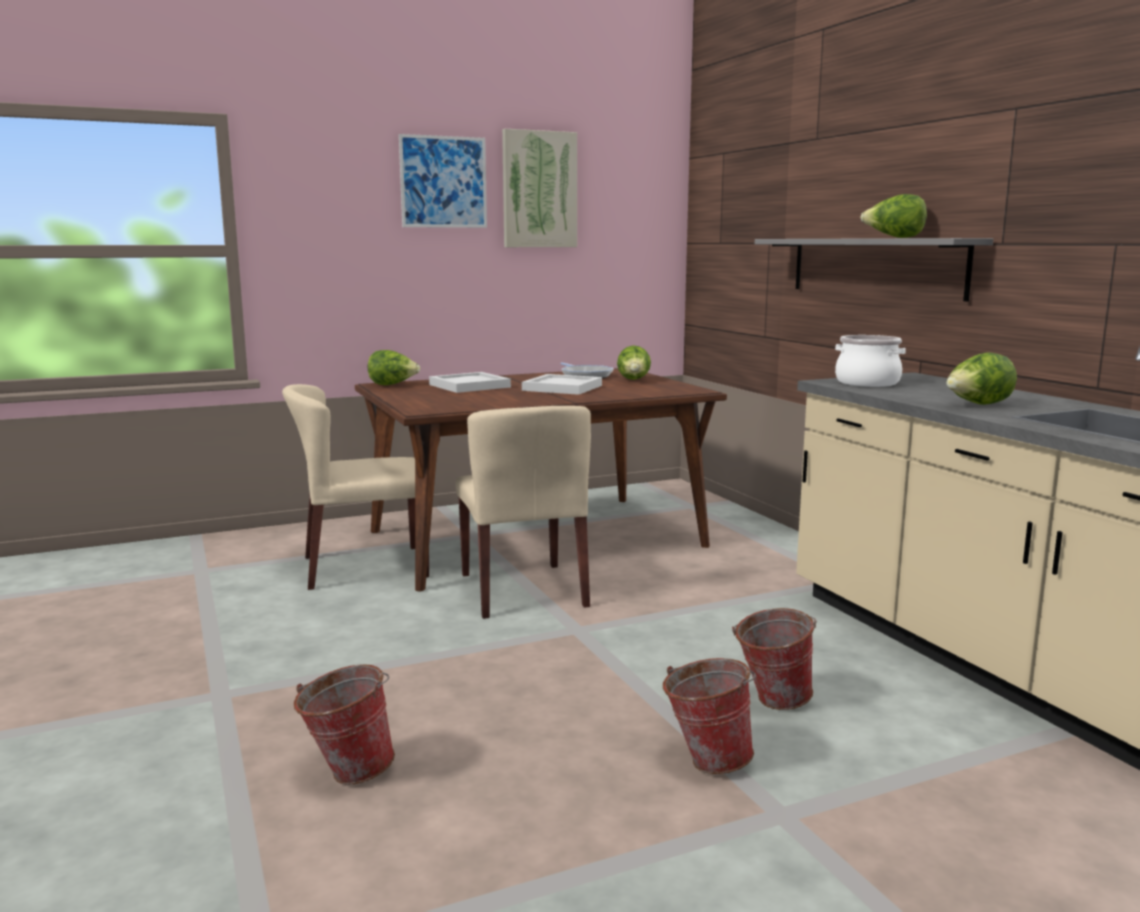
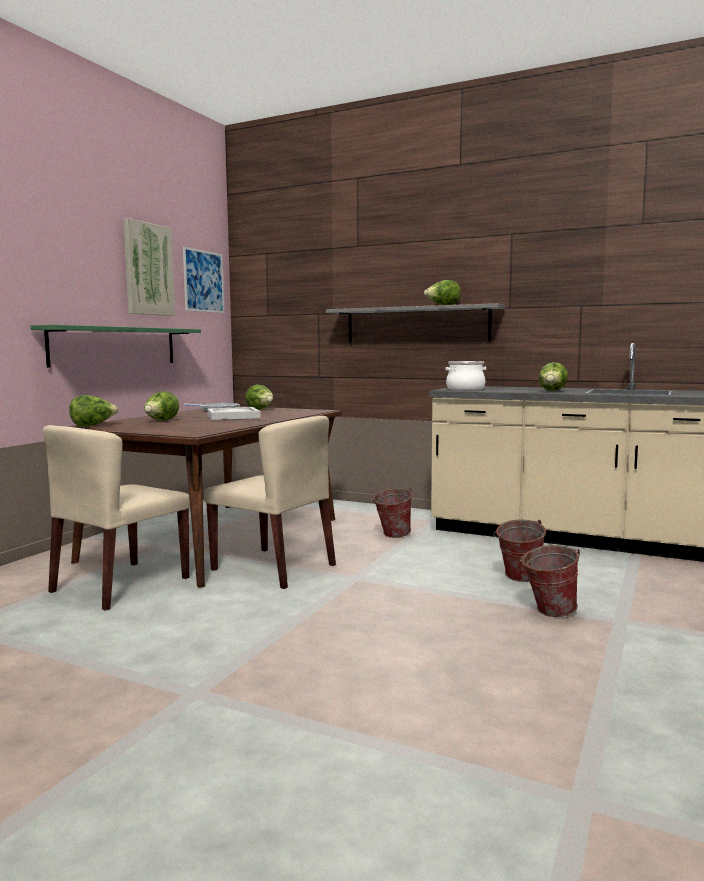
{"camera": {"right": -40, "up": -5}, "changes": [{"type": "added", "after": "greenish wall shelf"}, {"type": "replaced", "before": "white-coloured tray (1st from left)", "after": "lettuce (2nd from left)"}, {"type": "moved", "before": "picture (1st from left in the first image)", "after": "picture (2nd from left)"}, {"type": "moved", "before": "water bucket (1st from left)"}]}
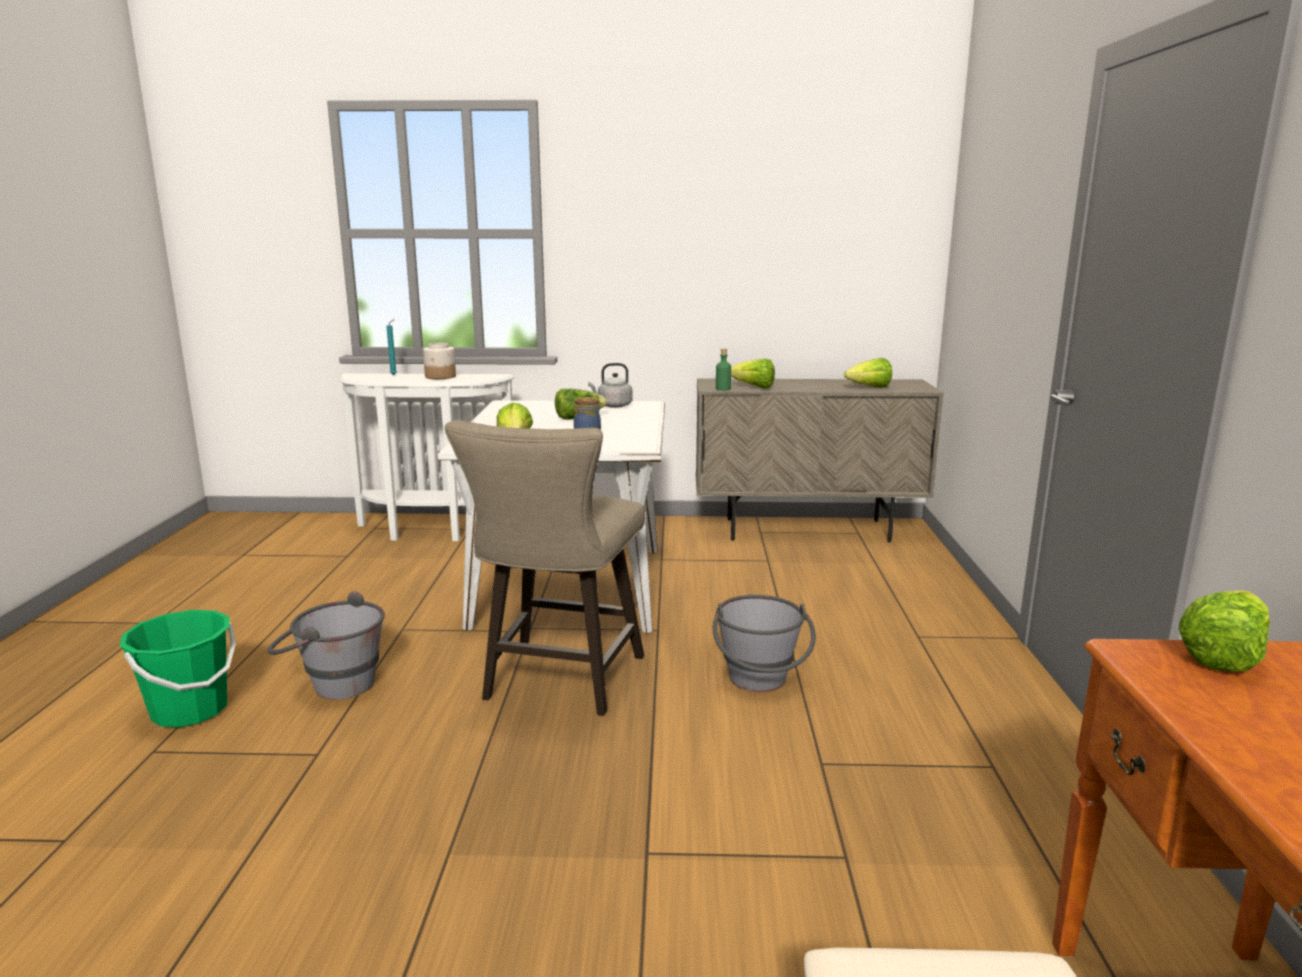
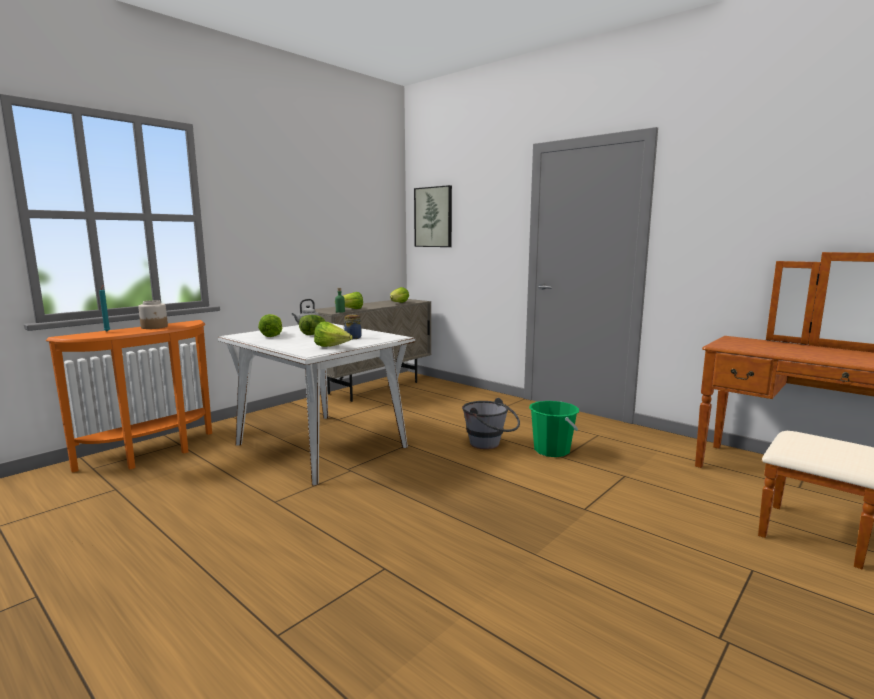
{"camera": {"right": -50, "up": -5}, "changes": [{"type": "recoloured", "before": "white-coloured narrow table", "after": "orange-coloured narrow table"}, {"type": "moved", "before": "lettuce (5th from left in the first image)", "after": "lettuce (1st from left)"}, {"type": "added", "after": "picture"}, {"type": "moved", "before": "greenish water bucket"}, {"type": "removed", "before": "gray water bucket (1st from left)"}, {"type": "removed", "before": "sand-coloured sitting stool"}]}
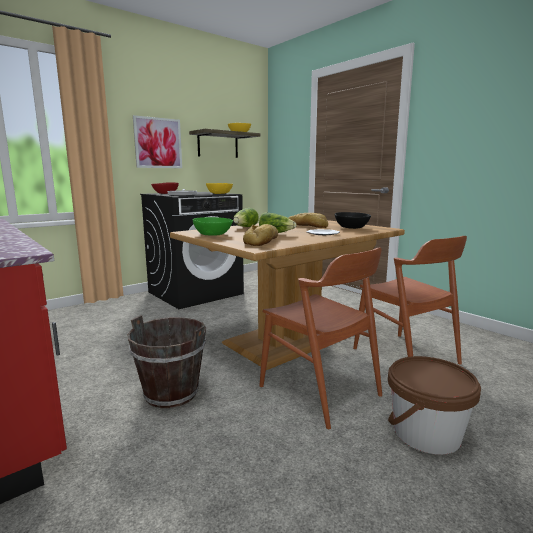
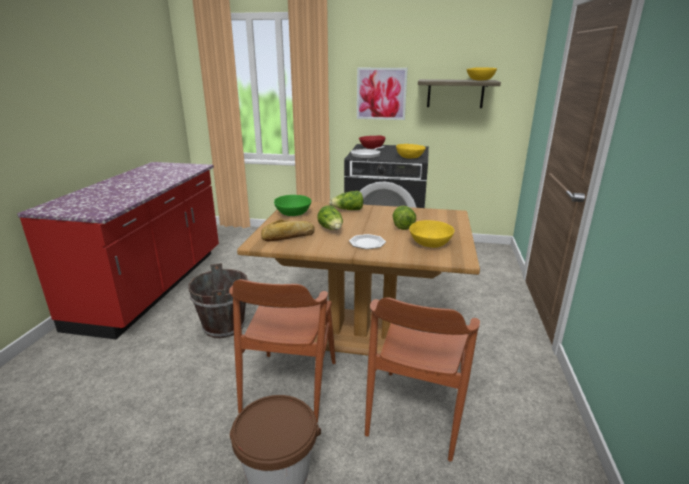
{"camera": {"right": 50, "up": 10}, "changes": [{"type": "replaced", "before": "baked bread (2nd from left)", "after": "lettuce (3rd from left)"}, {"type": "recoloured", "before": "black serving bowl", "after": "yellow serving bowl (2nd from left)"}]}
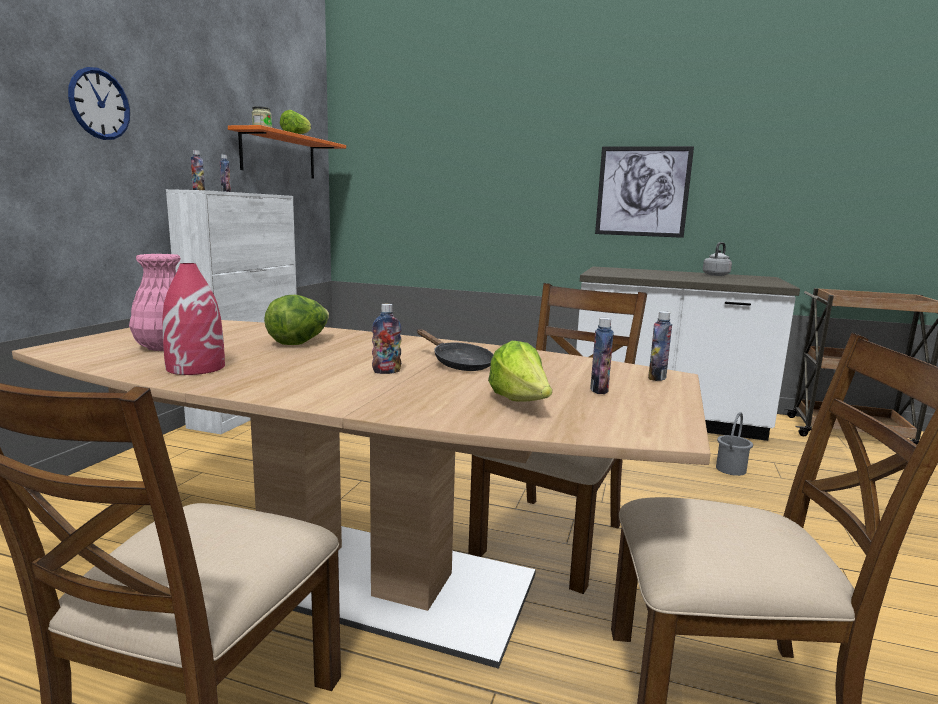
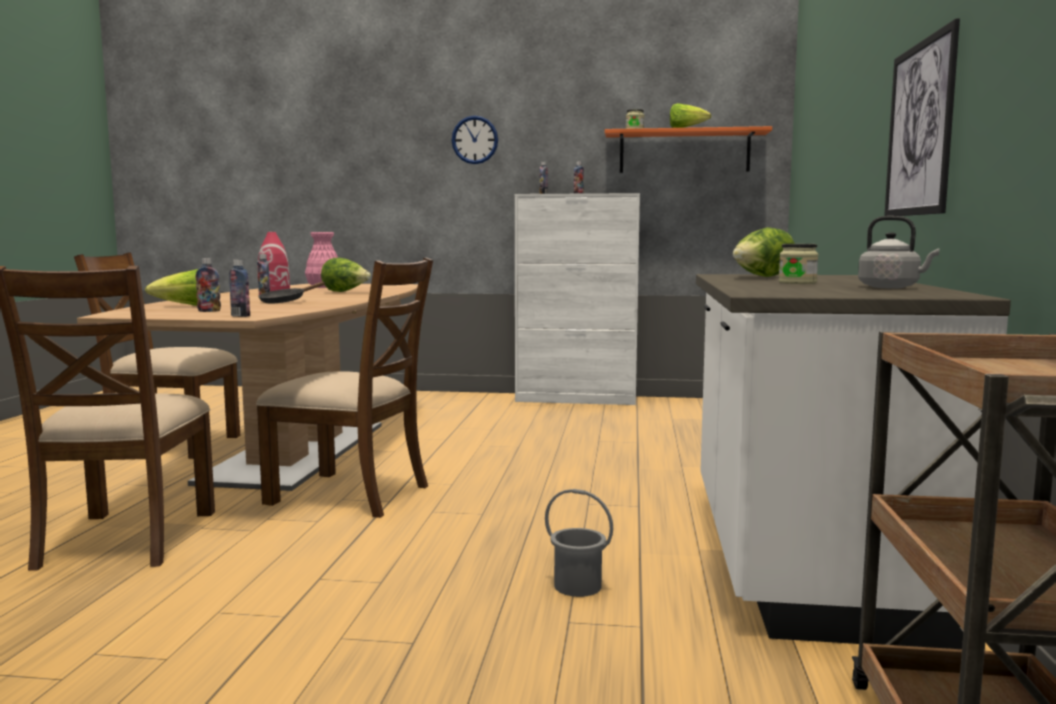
{"camera": {"right": 80, "up": -5}, "changes": [{"type": "added", "after": "lettuce (4th from left)"}, {"type": "added", "after": "jar (2nd from left)"}]}
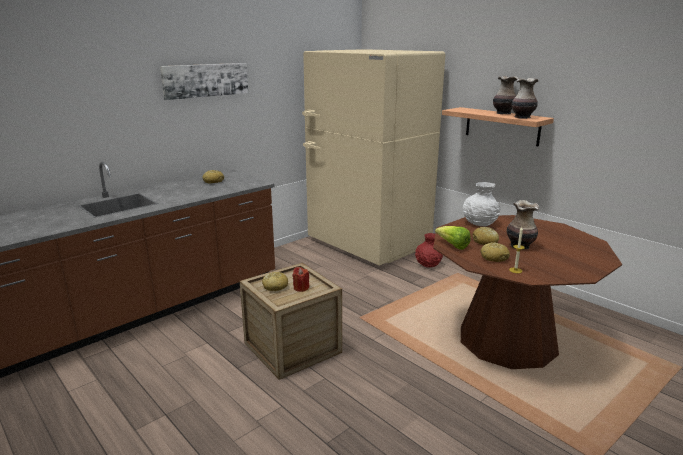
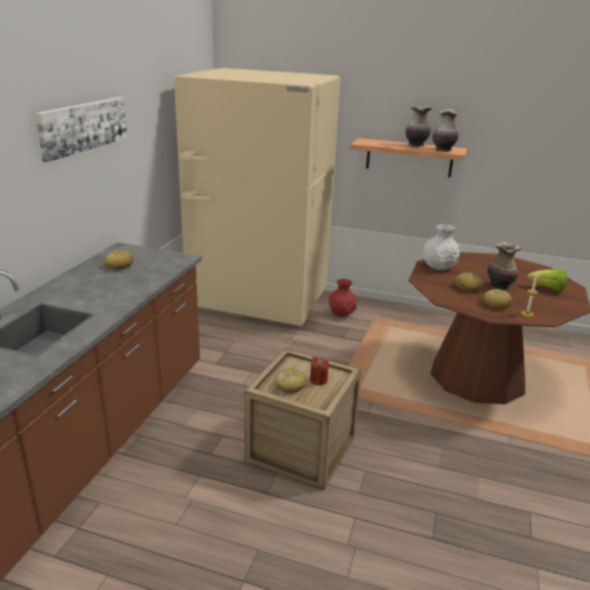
{"camera": {"right": -30, "up": 5}, "changes": [{"type": "moved", "before": "lettuce"}]}
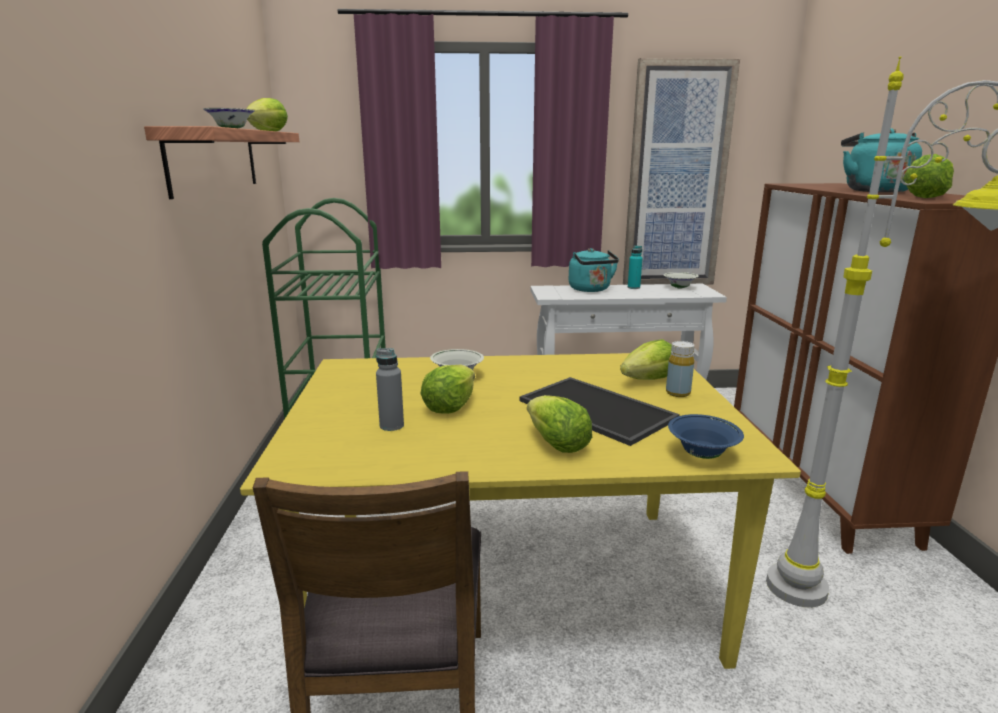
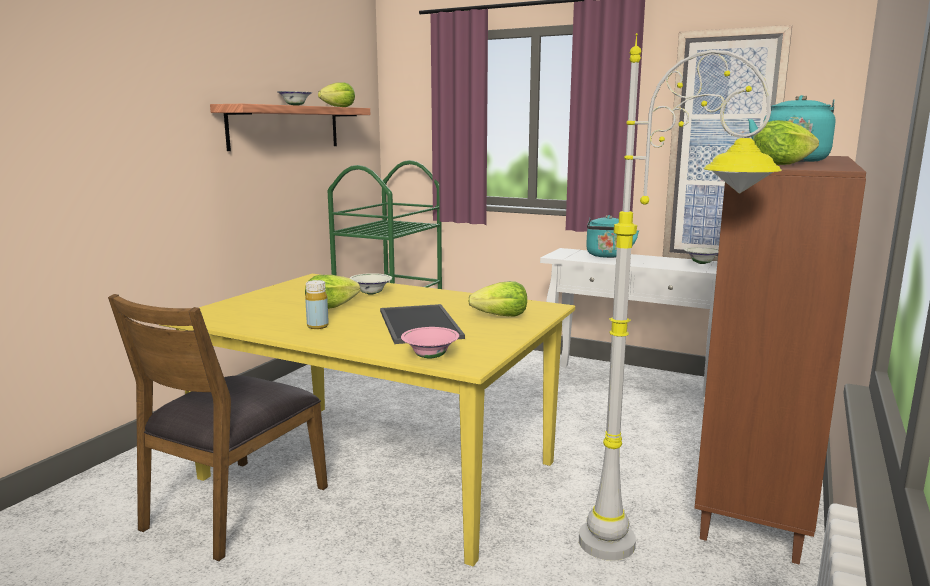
{"camera": {"right": 30, "up": -5}, "changes": [{"type": "moved", "before": "yellow beverage bottle"}, {"type": "recoloured", "before": "blue serving bowl", "after": "pinkish serving bowl"}, {"type": "removed", "before": "gray beverage bottle"}, {"type": "removed", "before": "lettuce (3rd from left)"}, {"type": "removed", "before": "turquoise beverage bottle"}]}
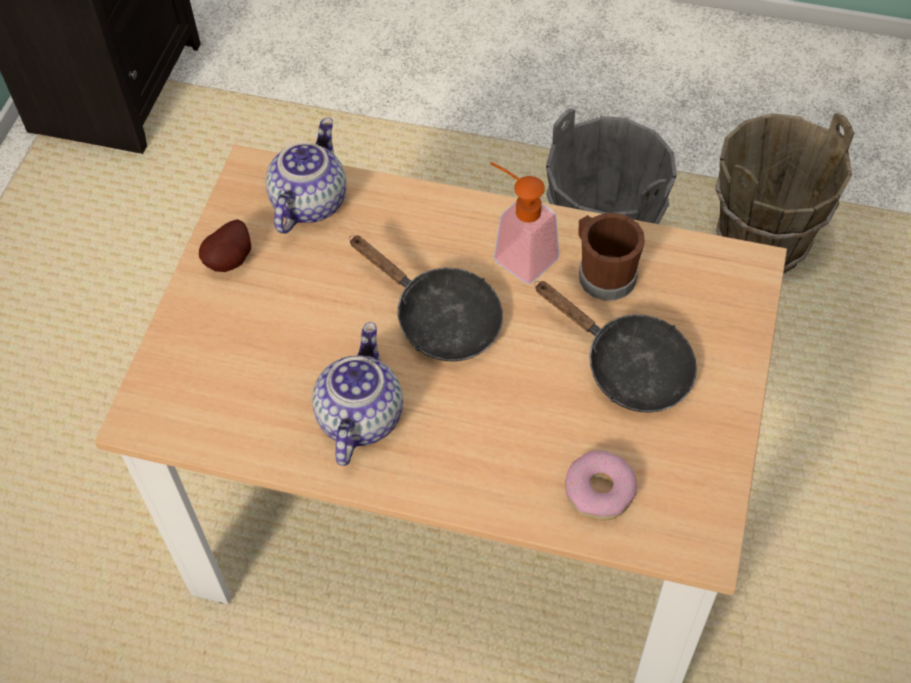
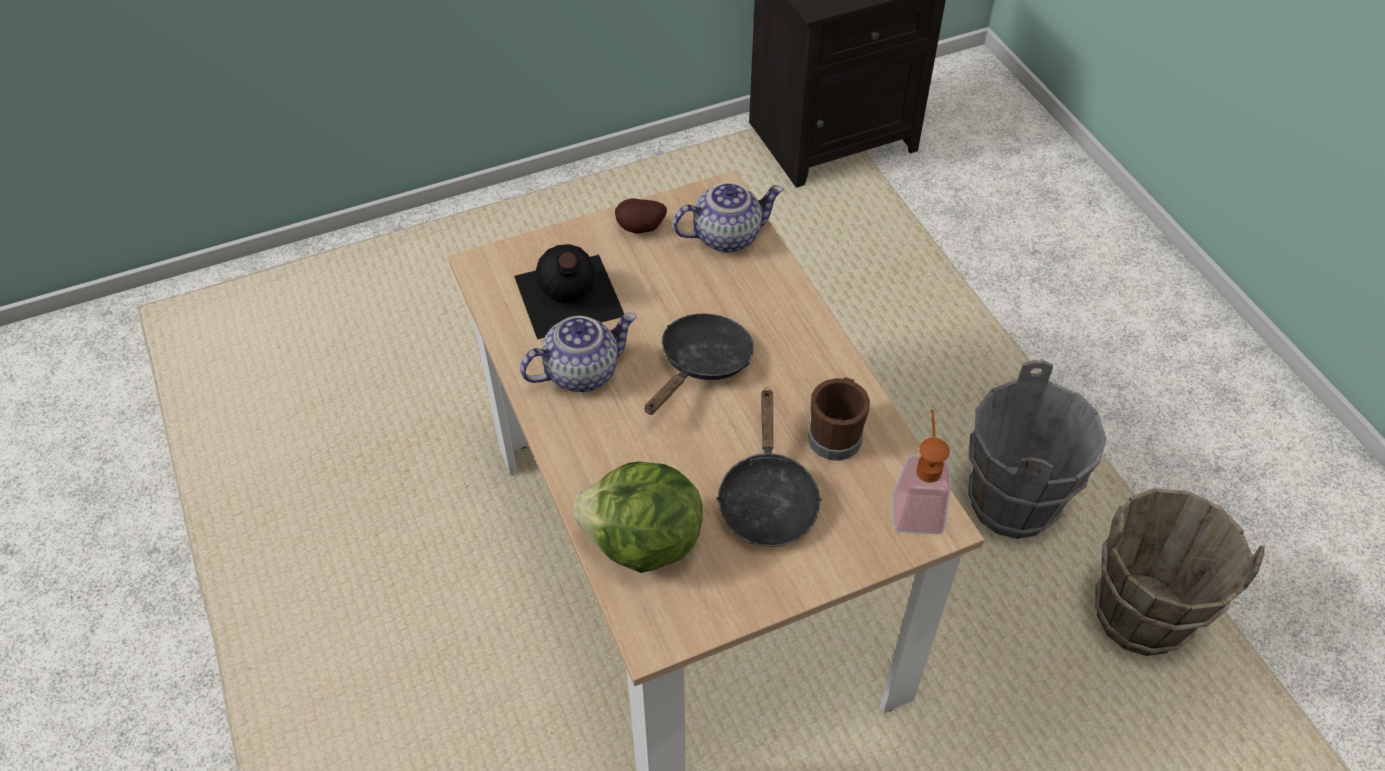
{"camera": {"right": 50, "up": -5}, "changes": [{"type": "added", "after": "black beverage bottle"}, {"type": "replaced", "before": "donut", "after": "lettuce"}, {"type": "turned", "before": "black frying pan (1st from left)", "turn": -150}, {"type": "moved", "before": "soap bottle"}]}
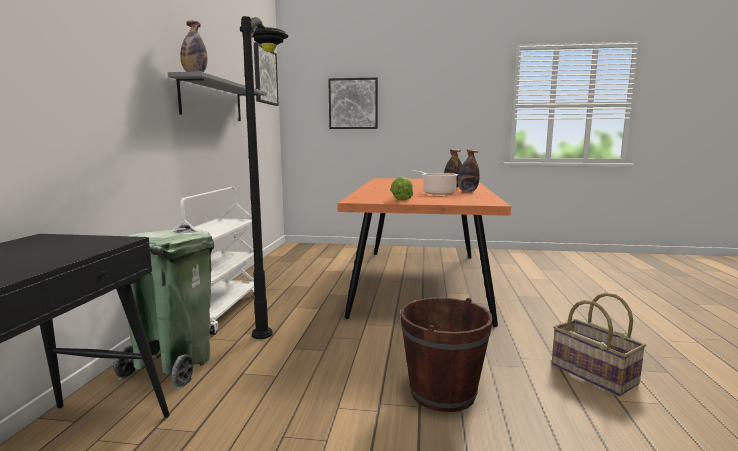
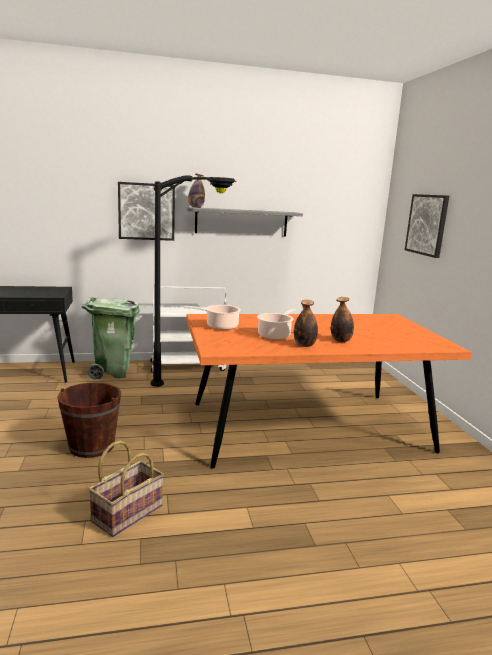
{"camera": {"right": 70, "up": 5}, "changes": [{"type": "moved", "before": "picture (1st from left)"}, {"type": "replaced", "before": "lettuce", "after": "stockpot (1st from left)"}]}
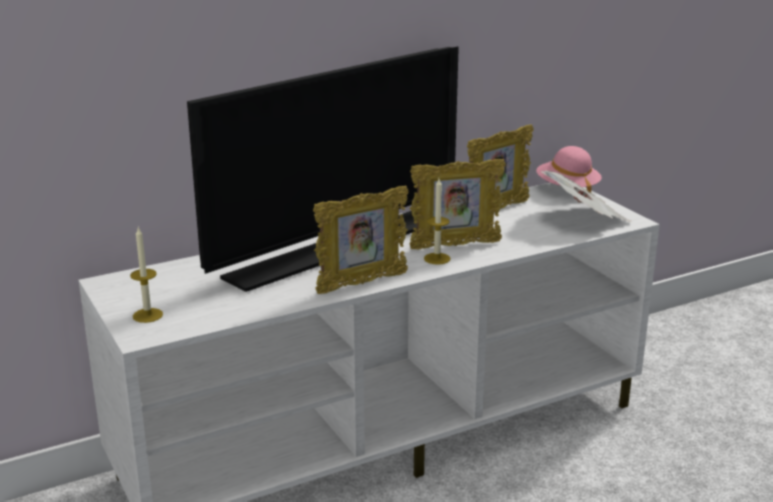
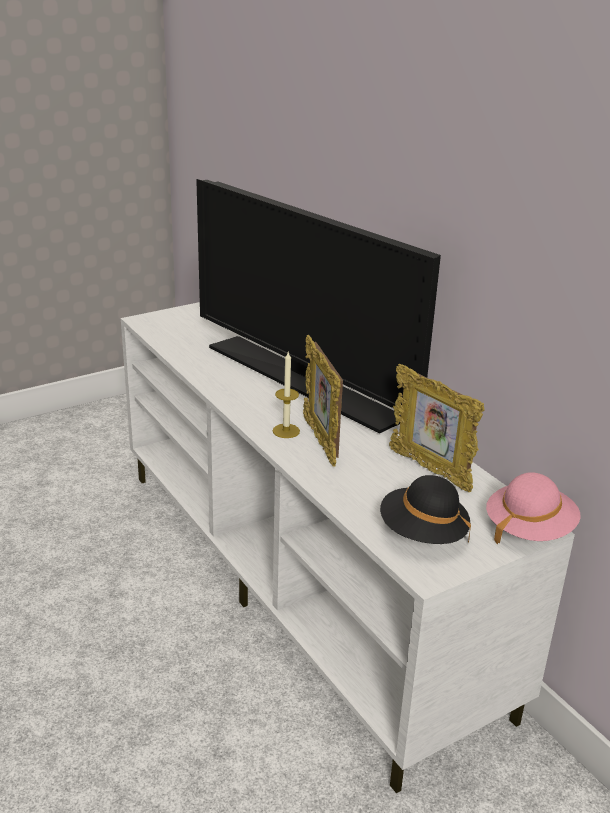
{"camera": {"right": 85, "up": 5}, "changes": [{"type": "replaced", "before": "newspaper", "after": "black hat"}, {"type": "removed", "before": "candle (1st from left)"}, {"type": "removed", "before": "photo frame (1st from left)"}]}
